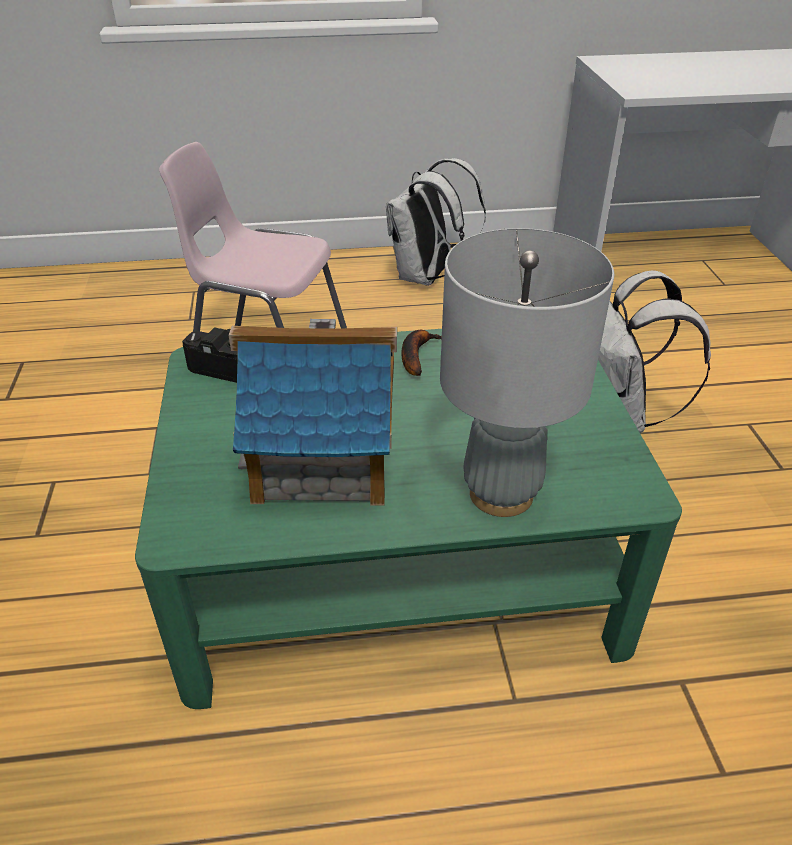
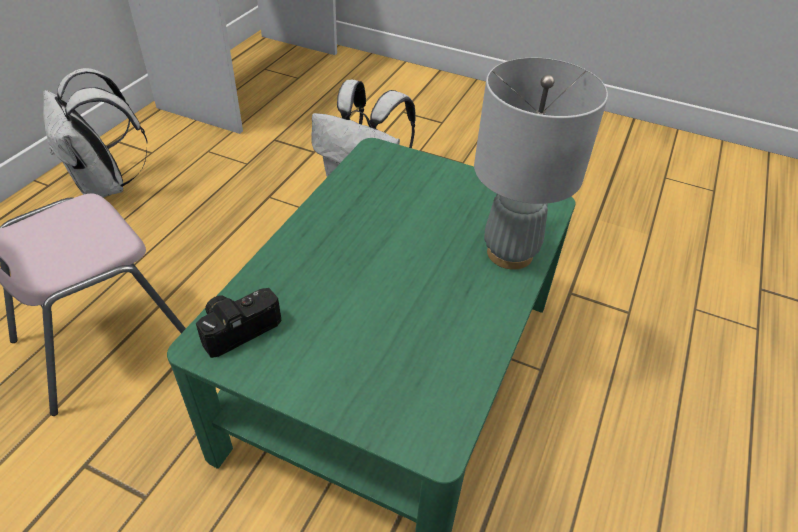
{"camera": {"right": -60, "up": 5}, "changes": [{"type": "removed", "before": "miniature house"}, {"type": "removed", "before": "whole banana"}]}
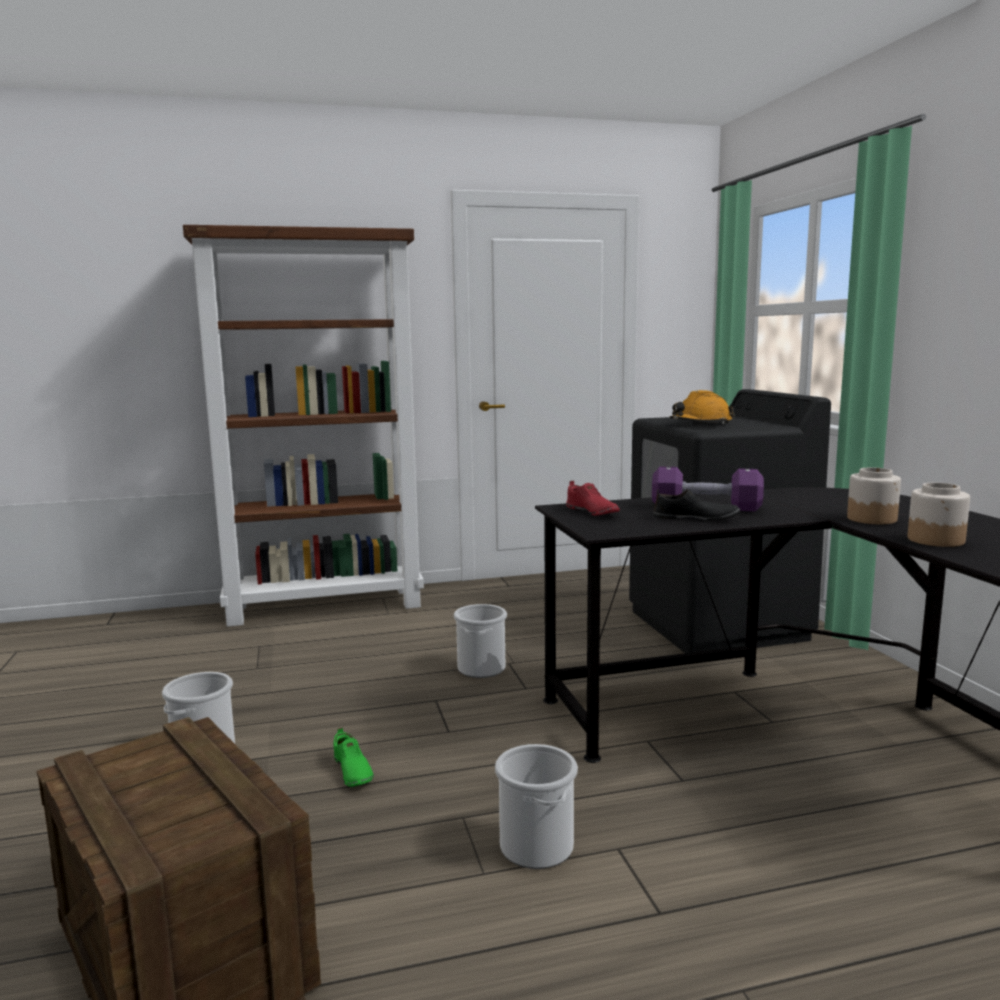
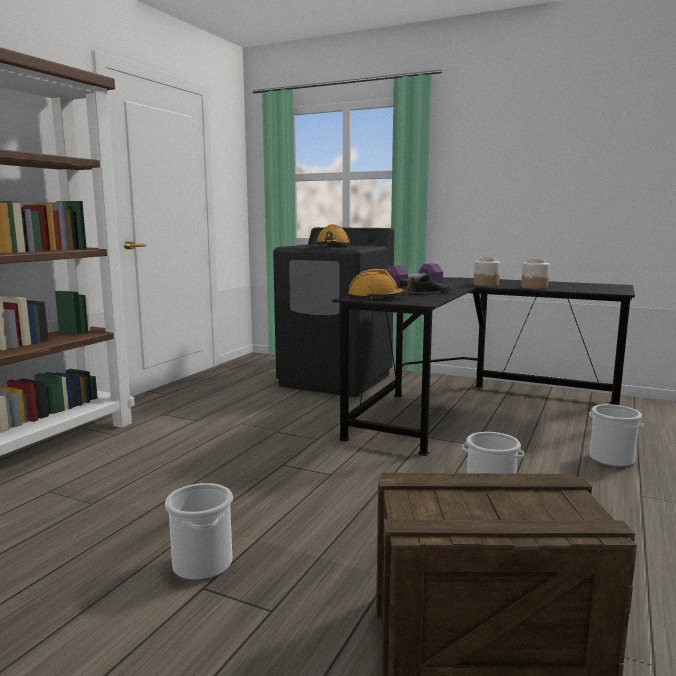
{"camera": {"right": -50, "up": 0}, "changes": [{"type": "replaced", "before": "red-coloured low shoe", "after": "orange-coloured safety helmet (2nd from left)"}, {"type": "moved", "before": "water bucket (2nd from left in the first image)", "after": "water bucket (3rd from left)"}, {"type": "removed", "before": "greenish low shoe"}]}
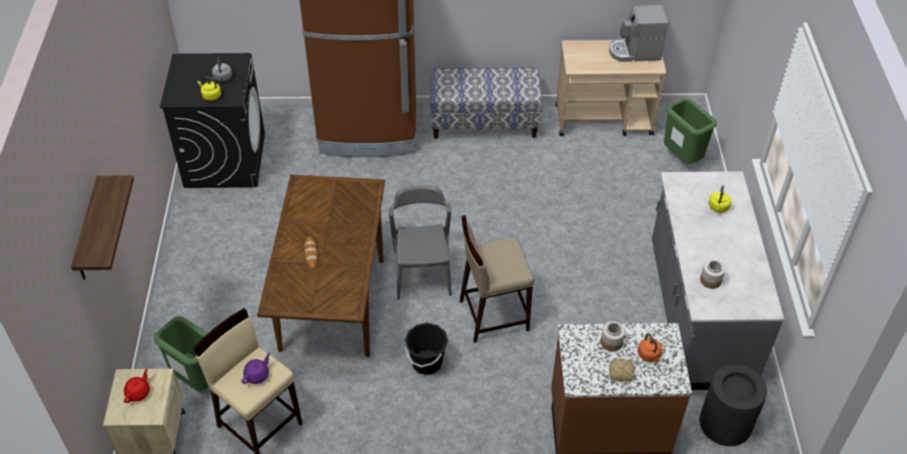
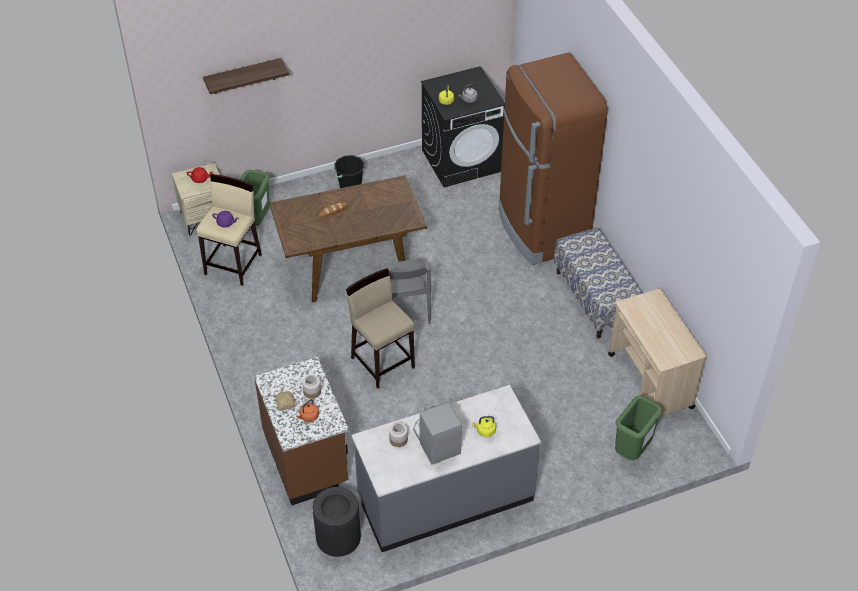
{"camera": {"right": 70, "up": 0}, "changes": [{"type": "moved", "before": "black water bucket"}, {"type": "turned", "before": "gray upright chair", "turn": 105}, {"type": "moved", "before": "coffee brewer"}]}
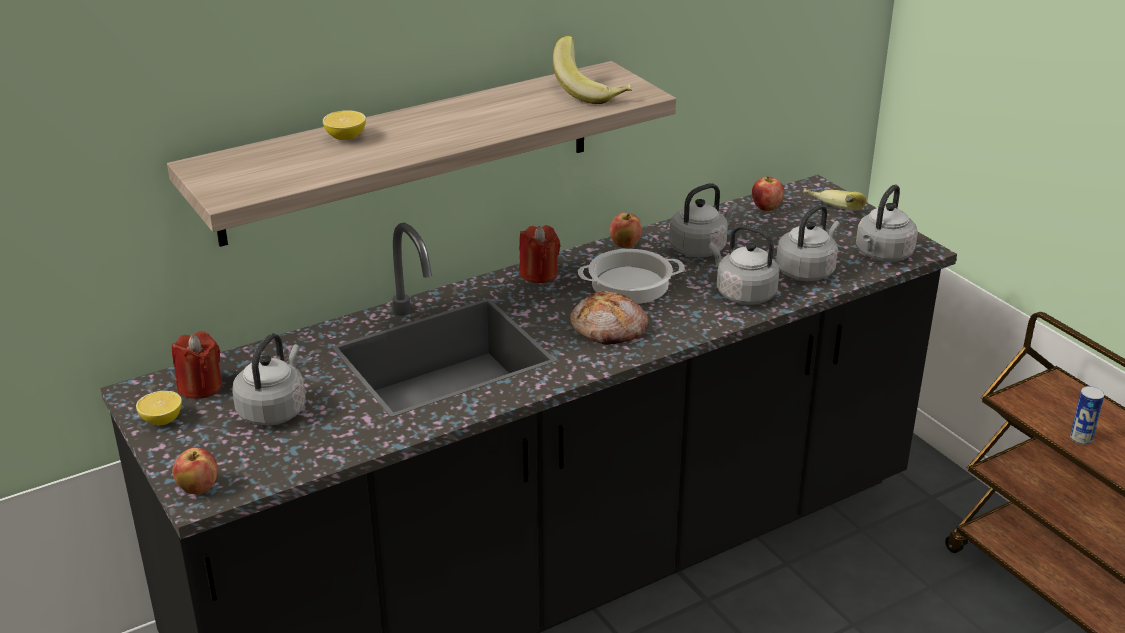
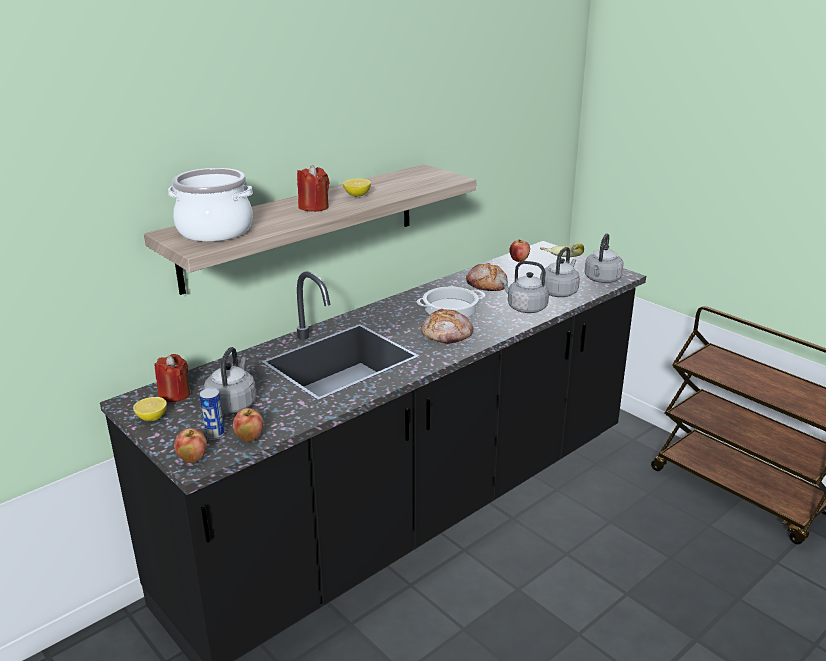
{"camera": {"right": -10, "up": -5}, "changes": [{"type": "added", "after": "stockpot (1st from left)"}, {"type": "moved", "before": "metal can"}, {"type": "moved", "before": "apple fruit (2nd from left)"}, {"type": "moved", "before": "red-coloured candle (2nd from left)"}, {"type": "moved", "before": "whole lemon (2nd from left)"}, {"type": "replaced", "before": "gray water kettle (2nd from left)", "after": "baked bread (2nd from left)"}, {"type": "removed", "before": "whole banana (1st from left)"}]}
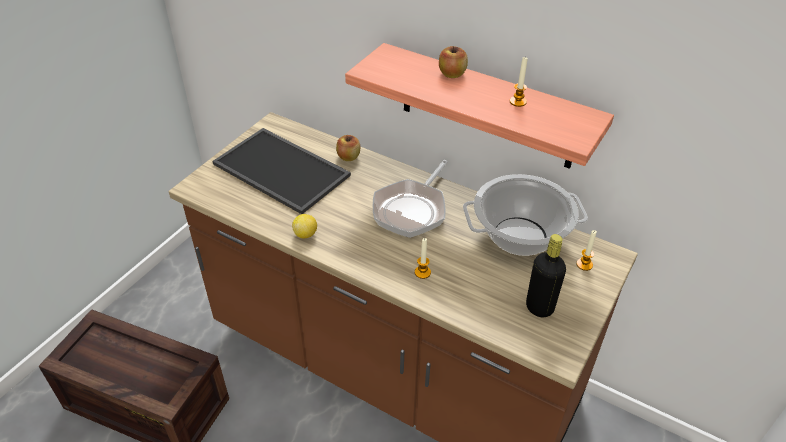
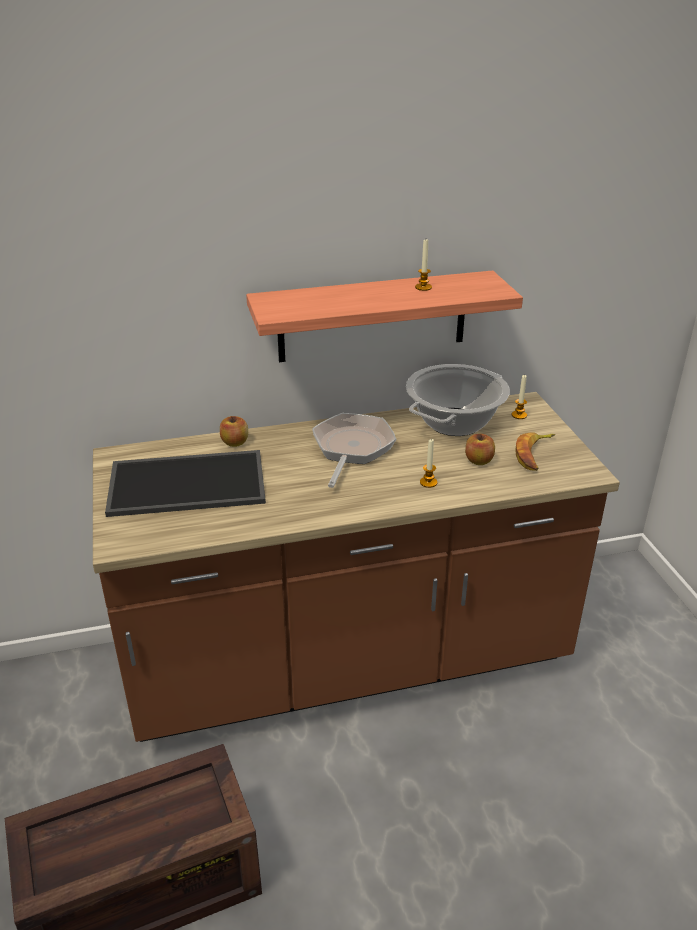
{"camera": {"right": -45, "up": -10}, "changes": [{"type": "turned", "before": "frying pan", "turn": -150}, {"type": "moved", "before": "apple fruit (2nd from left)"}, {"type": "replaced", "before": "black beverage bottle", "after": "whole banana"}, {"type": "removed", "before": "whole lemon"}]}
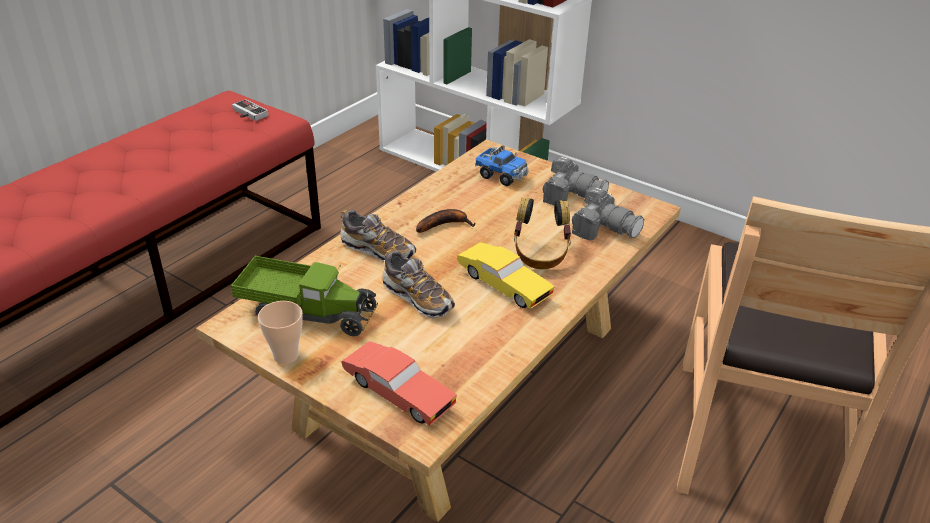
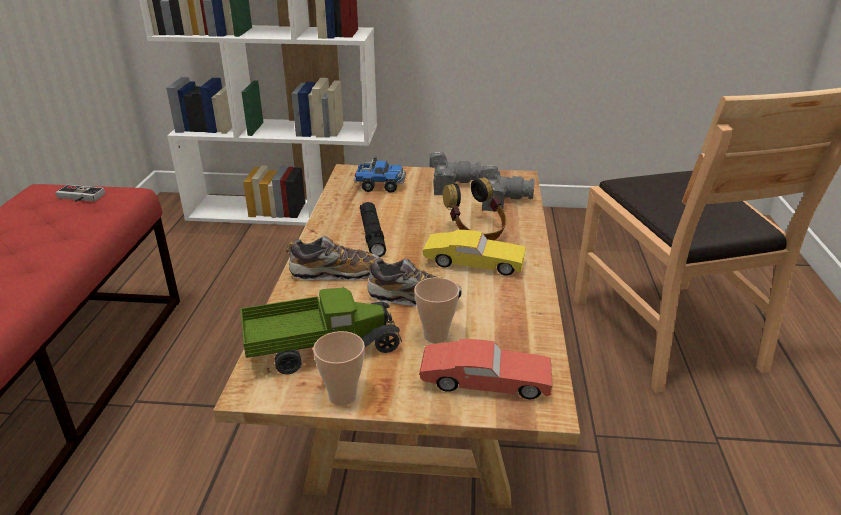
{"camera": {"right": -30, "up": -5}, "changes": [{"type": "replaced", "before": "whole banana", "after": "black hand torch"}, {"type": "added", "after": "drinking cup (2nd from left)"}]}
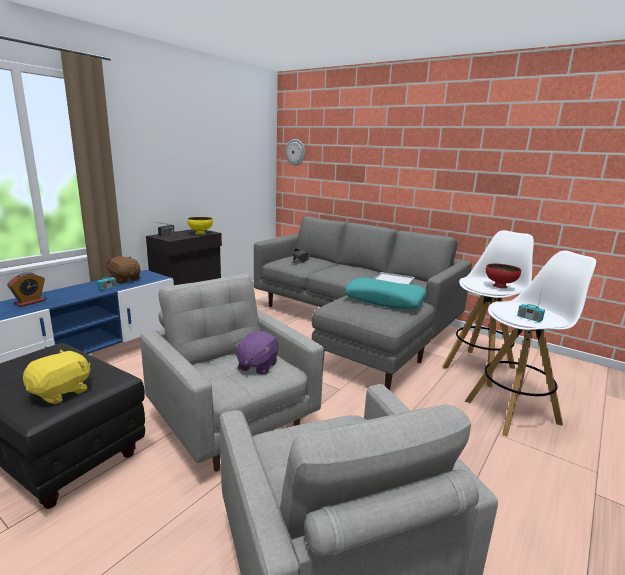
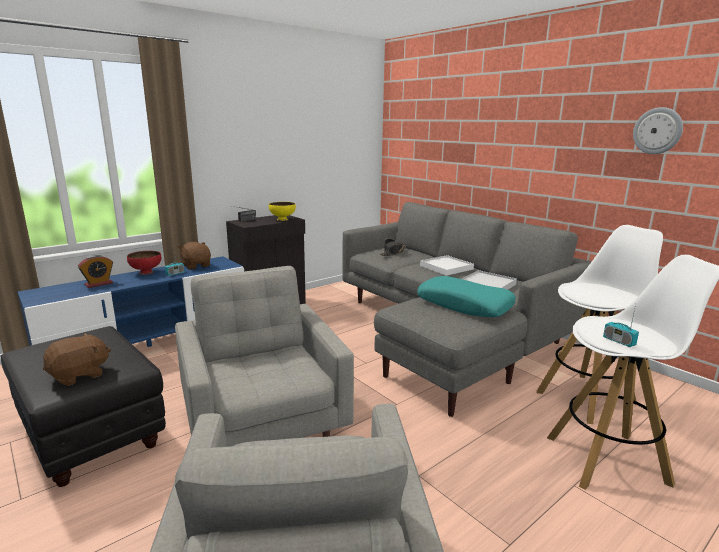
{"camera": {"right": 15, "up": 0}, "changes": [{"type": "recoloured", "before": "yellow plush toy", "after": "brown-coloured plush toy (1st from left)"}, {"type": "moved", "before": "red-coloured serving bowl"}, {"type": "added", "after": "white-coloured tray (1st from left)"}, {"type": "moved", "before": "hanging clock"}, {"type": "removed", "before": "purplish plush toy"}]}
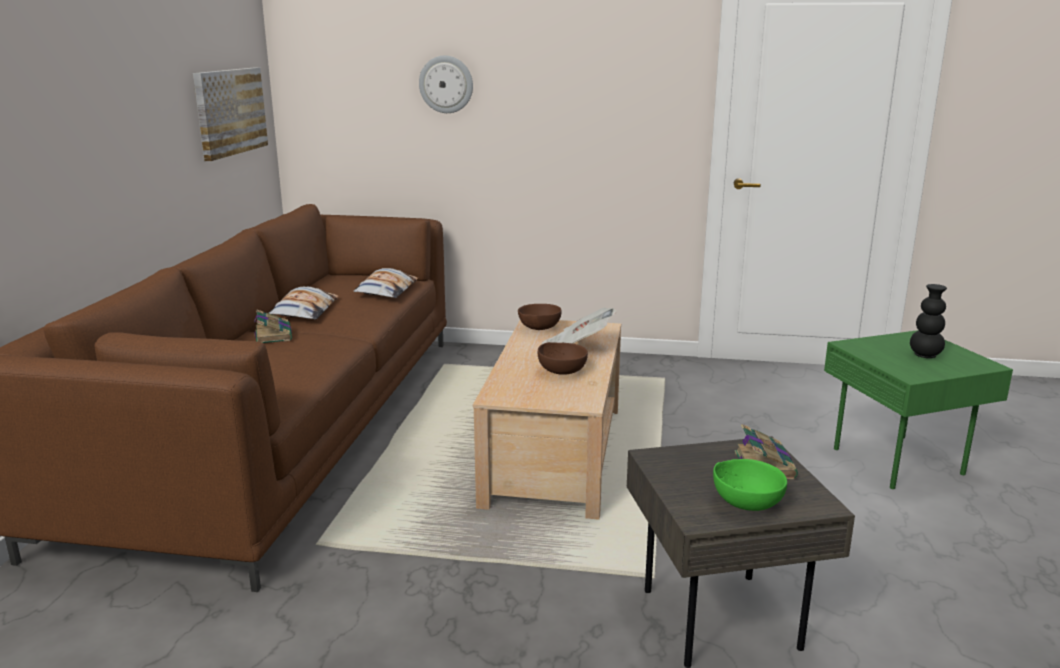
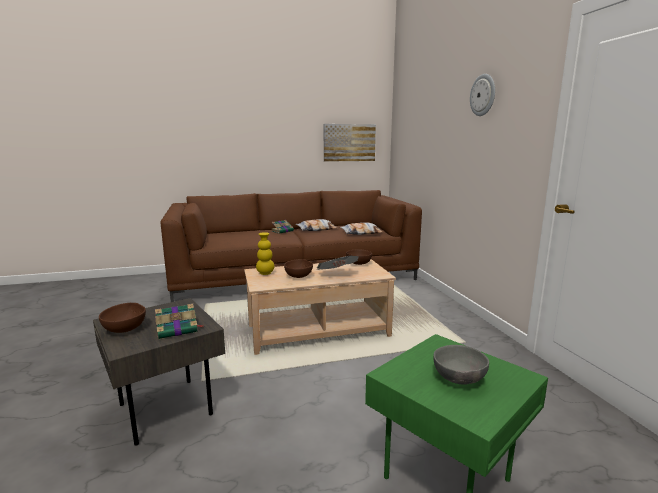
{"camera": {"right": 65, "up": -5}, "changes": [{"type": "recoloured", "before": "greenish serving bowl", "after": "brown-coloured serving bowl (1st from left)"}, {"type": "added", "after": "yellow vase"}, {"type": "replaced", "before": "black vase", "after": "gray serving bowl"}, {"type": "moved", "before": "hanging clock"}]}
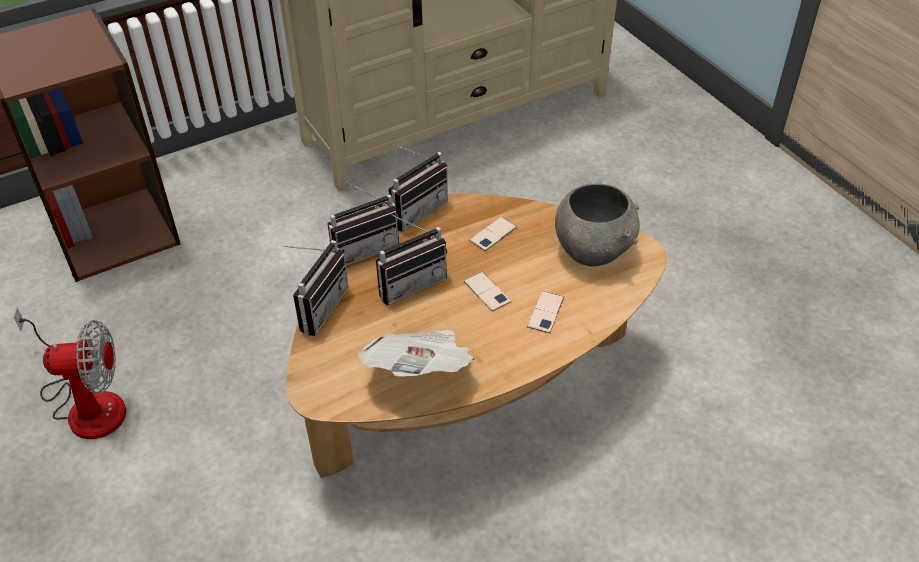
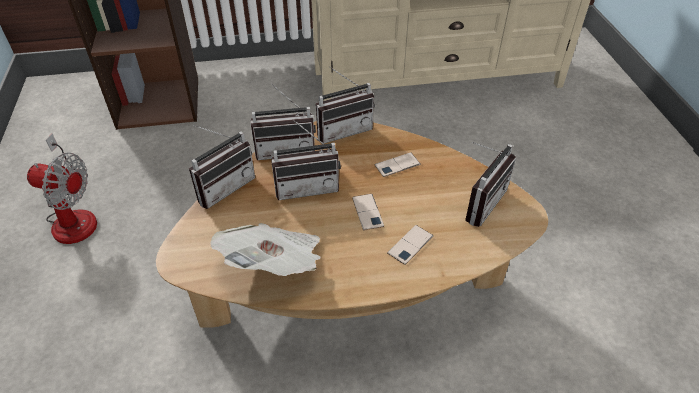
{"camera": {"right": 20, "up": 0}, "changes": [{"type": "replaced", "before": "gray serving bowl", "after": "radio receiver (5th from left)"}]}
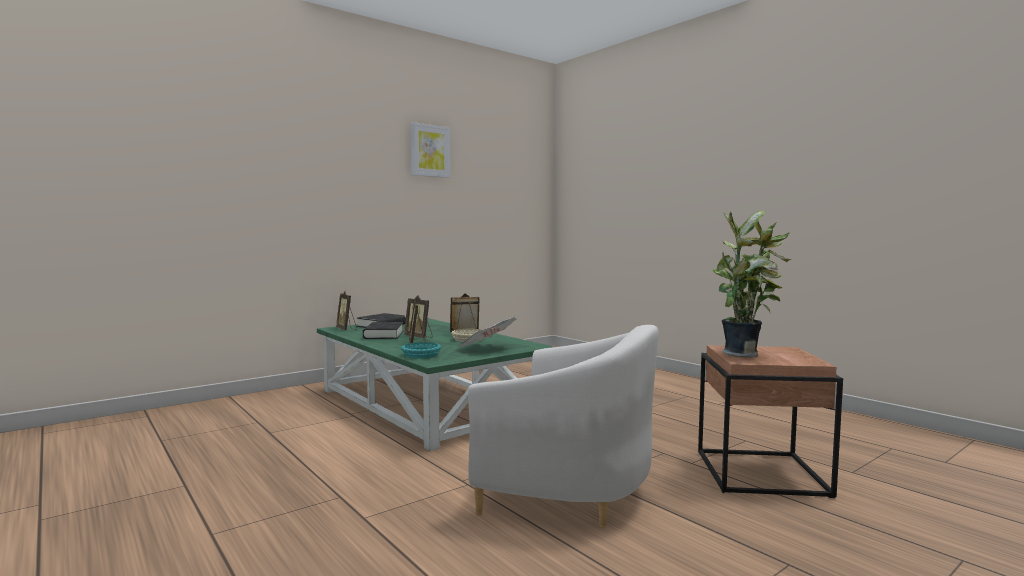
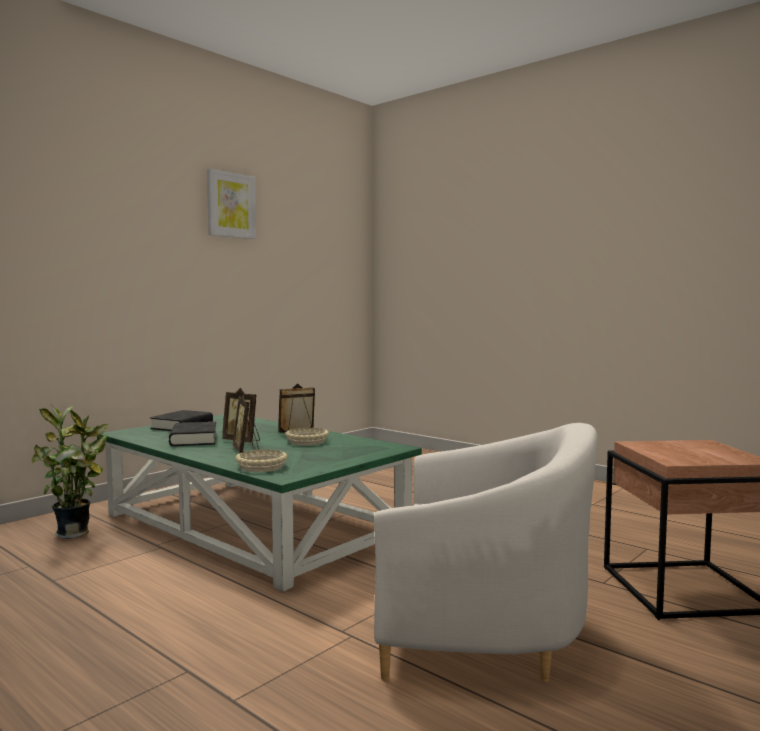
{"camera": {"right": -10, "up": 0}, "changes": [{"type": "moved", "before": "plant in a pot"}, {"type": "recoloured", "before": "turquoise serving bowl", "after": "sand-coloured serving bowl (1st from left)"}, {"type": "removed", "before": "photo frame (1st from left)"}, {"type": "removed", "before": "newspaper"}]}
